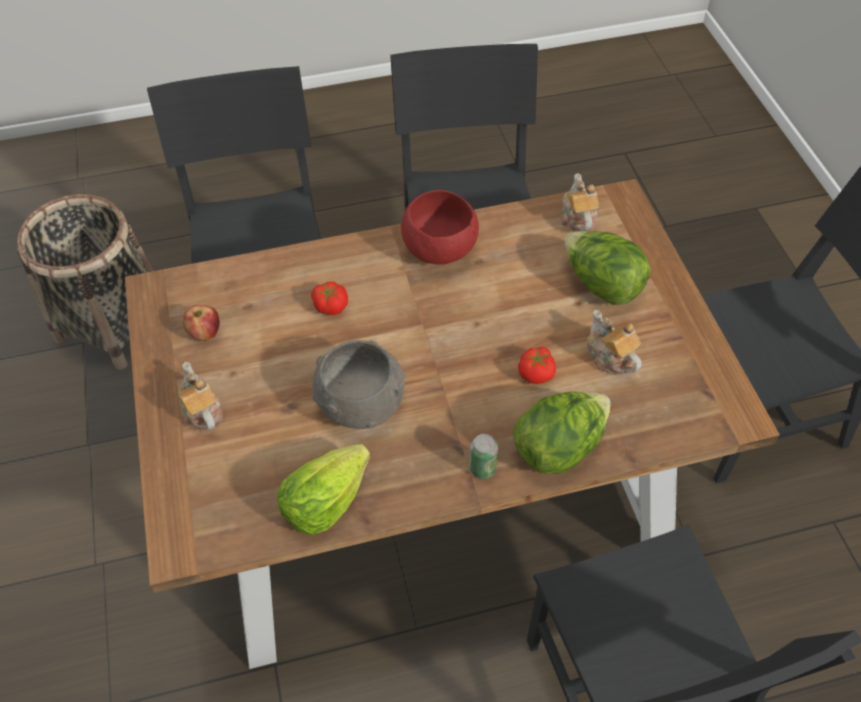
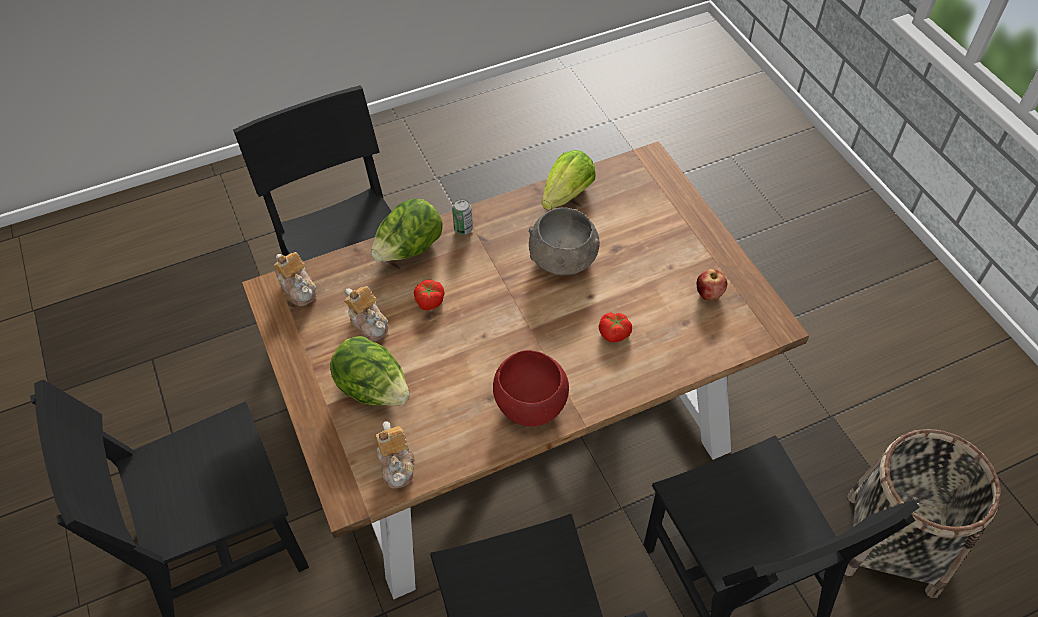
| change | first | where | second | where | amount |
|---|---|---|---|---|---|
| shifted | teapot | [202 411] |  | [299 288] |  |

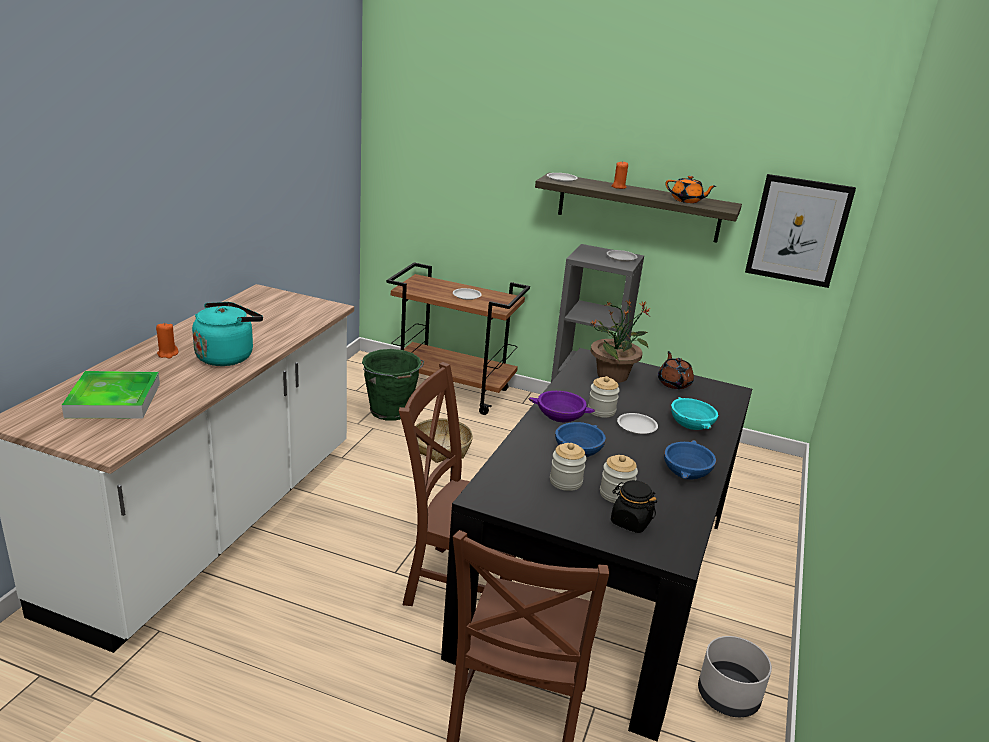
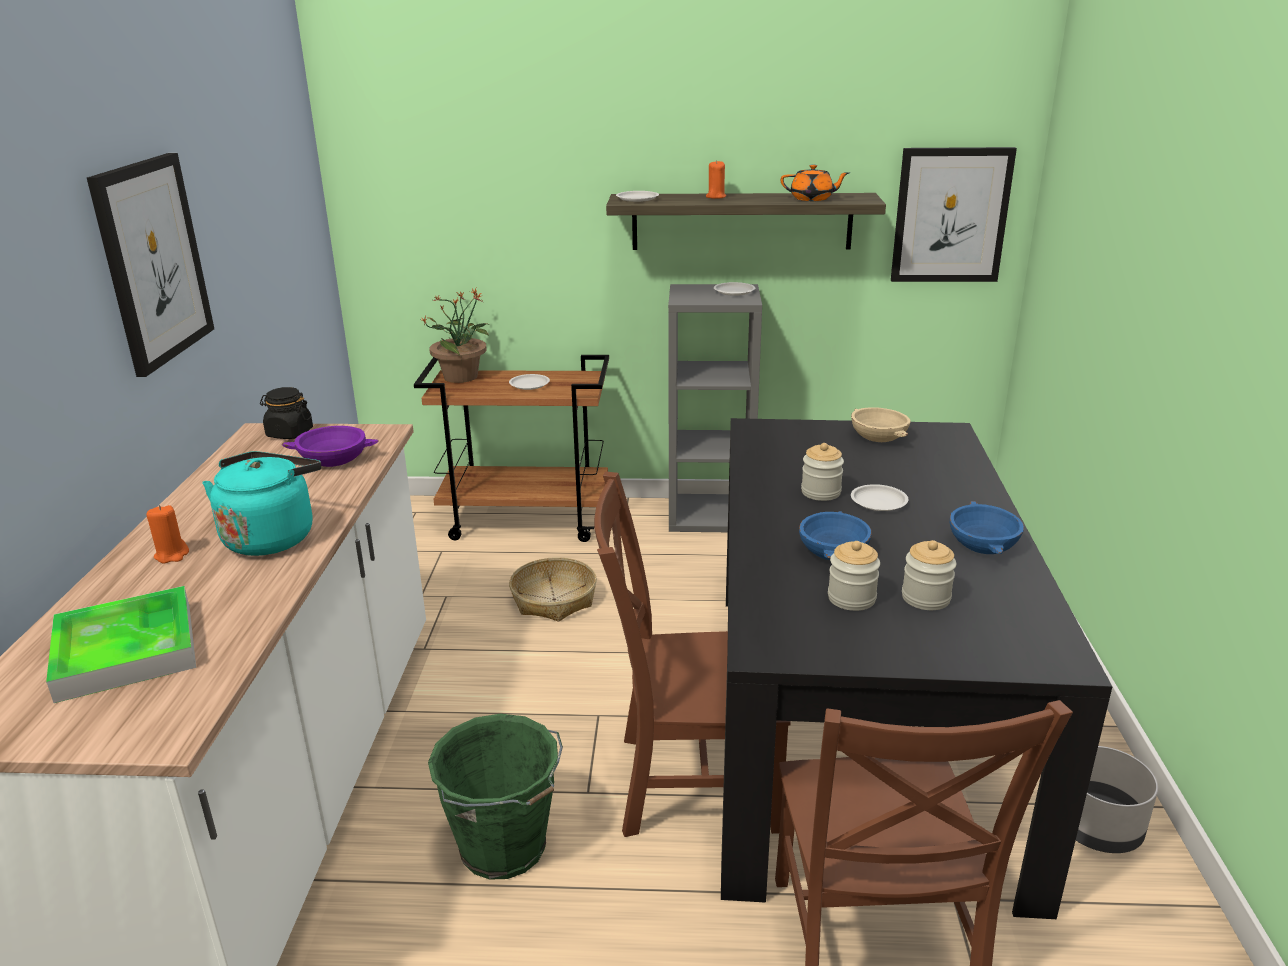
| change | first | where | second | where | amount |
|---|---|---|---|---|---|
| new |  |  | wall art | [152 261] |  |
| shifted | black preserve jar | [630 522] |  | [289 433] |  |
| shifted | purplish deep dish | [560 416] |  | [334 459] |  |
| shifted | houseplant | [613 375] |  | [462 376] |  |
| shifted | greenish bucket | [391 412] |  | [505 849] |  |
| swapped | brown-coloured teapot | [674 383] | beige-coloured deep dish | [877 436] |  |
| gone | turquoise-coloured deep dish | [690 423] |  |  |  |

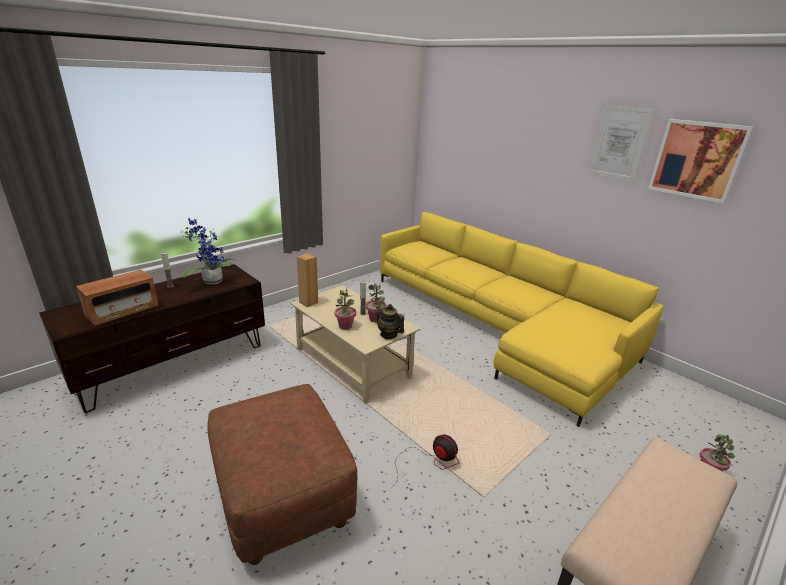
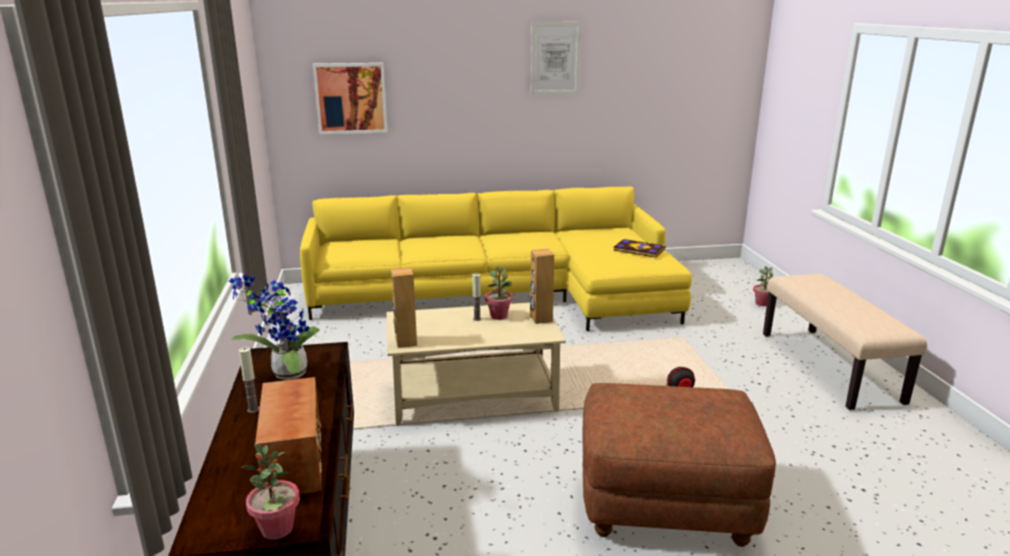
| change | first | where | second | where | amount |
|---|---|---|---|---|---|
| shifted | houseplant | [345 326] |  | [277 529] |  |
| shifted | wall art | [697 160] |  | [351 98] |  |
| swapped | teapot | [388 334] | brown-coloured audio speaker | [540 319] |  |
| new |  |  | book | [639 250] |  |

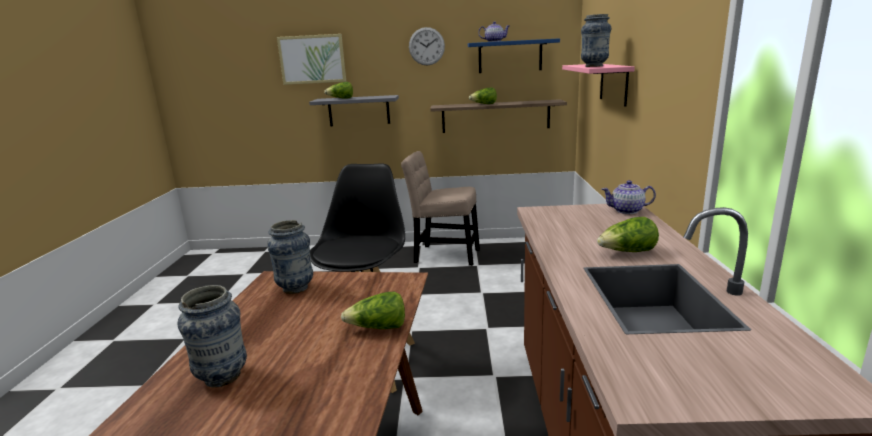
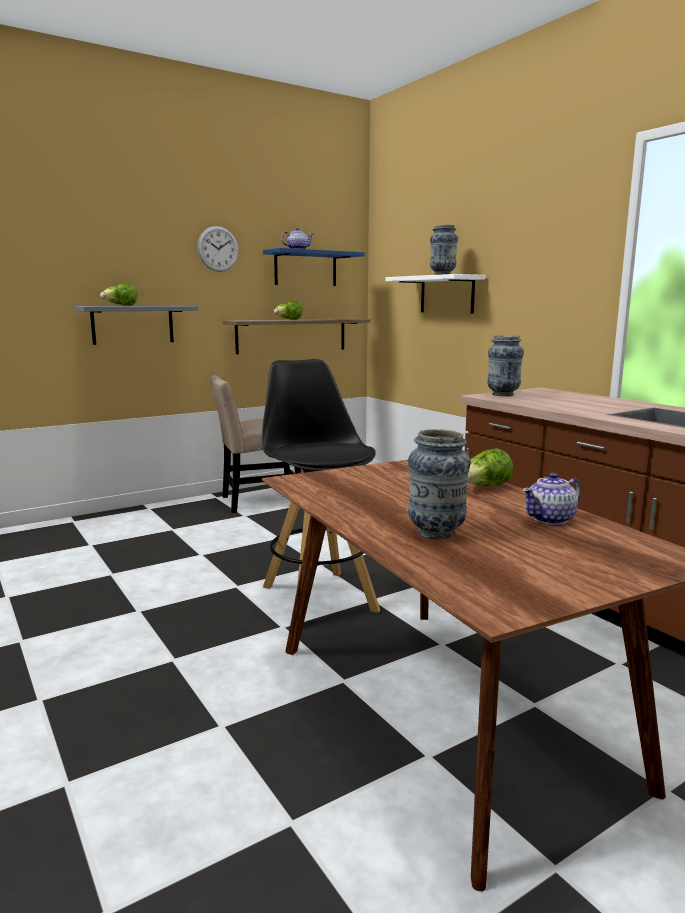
| change | first | where | second | where | amount |
|---|---|---|---|---|---|
| repainted | pink bracket shelf | [614 83] | white bracket shelf | [447 294] |  |
| shifted | decorative vase | [295 288] |  | [503 394] |  |
| shifted | teapot | [627 210] |  | [551 519] |  |
| gone | wall art | [312 59] |  |  |  |
| gone | lettuce | [627 252] |  |  |  |

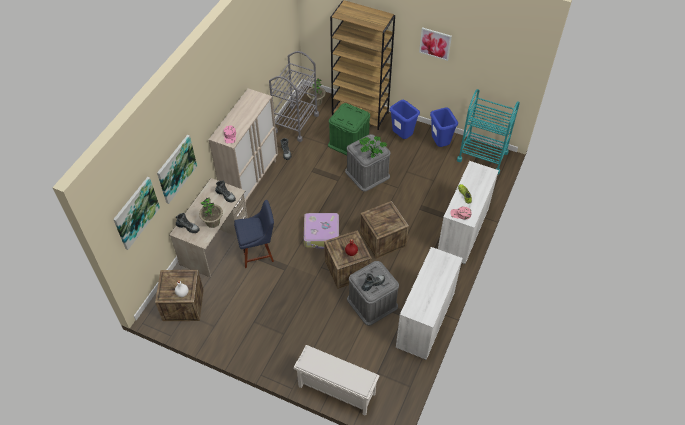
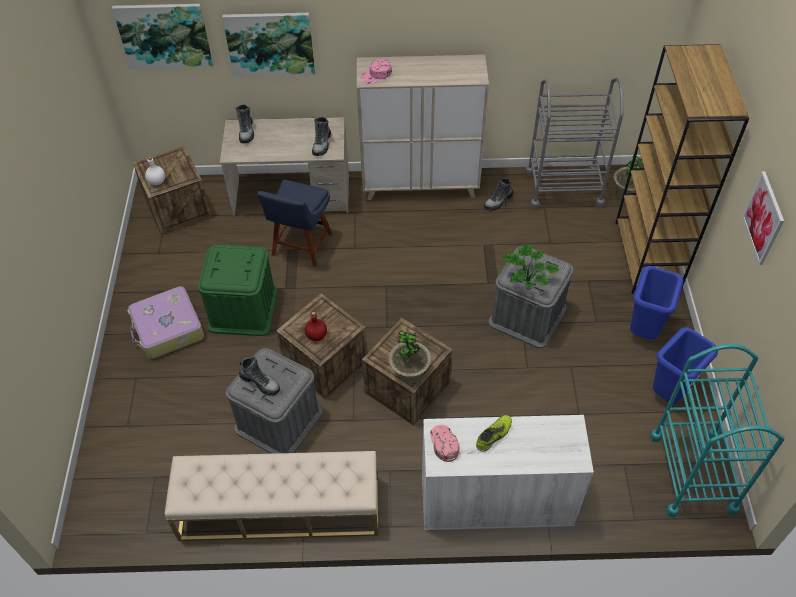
| change | first | where | second | where | amount |
|---|---|---|---|---|---|
| shifted | suitcase | [322 234] |  | [167 329] |  |
| swapped | white cupboard | [425 320] | beige-coloured bench | [279 509] |  |
| shifted | greenish storage box | [349 142] |  | [243 309] |  |
| rotated | bluish chair | [258 252] |  | [300 247] | 60 degrees clockwise |
| shifted | houseplant | [213 222] |  | [409 373] |  |
| gone | white shoe shelf | [336 390] |  |  |  |

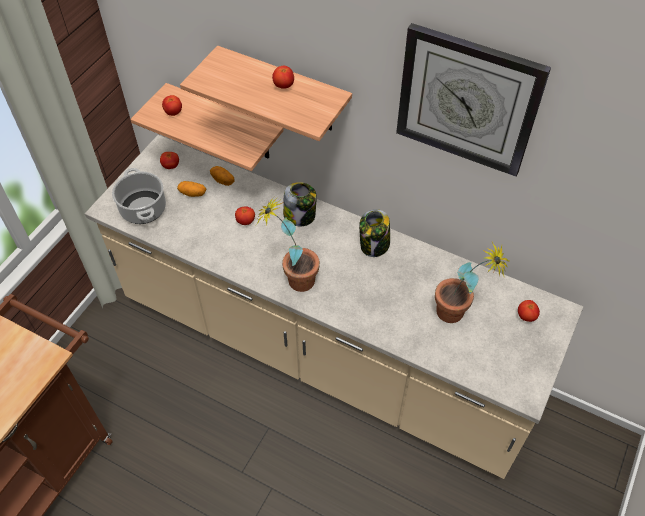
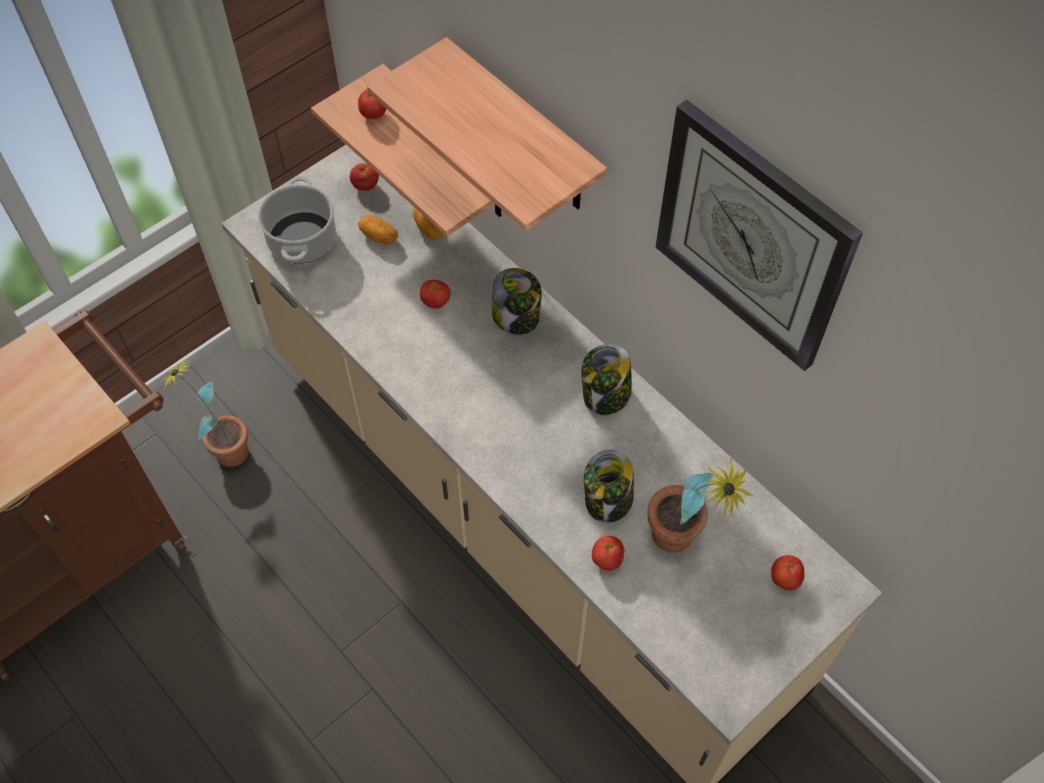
| change | first | where | second | where | amount |
|---|---|---|---|---|---|
| shifted | houseplant | [293 279] |  | [224 447] |  |
| new |  |  | preserve jar | [608 500] |  |
| shifted | fresh tomato | [283 86] |  | [607 559] |  |

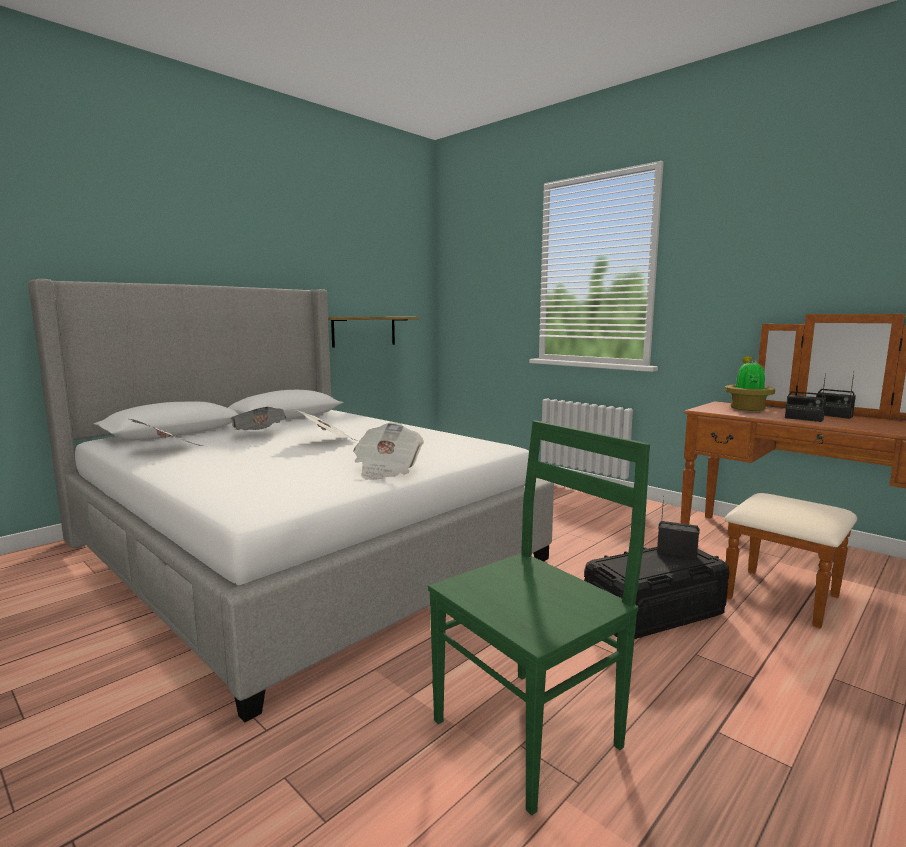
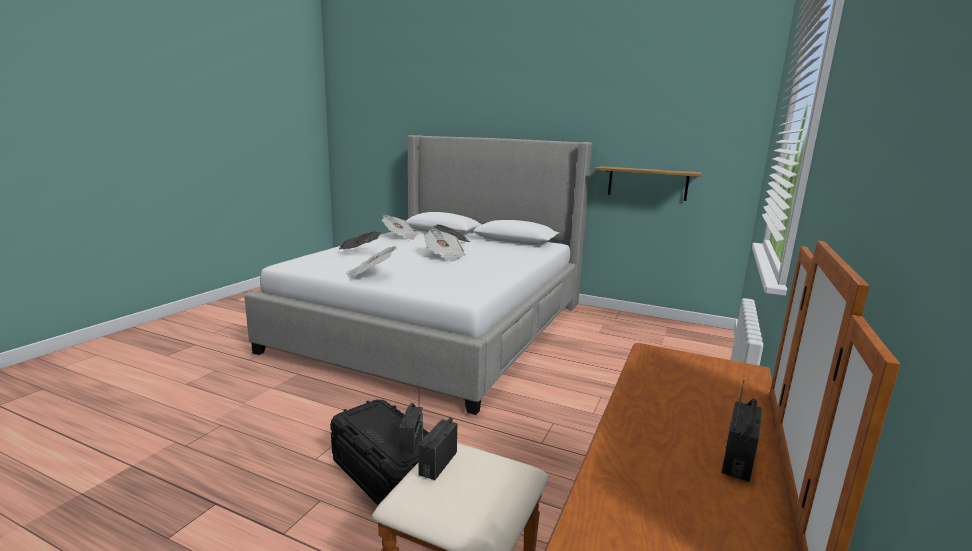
| change | first | where | second | where | amount |
|---|---|---|---|---|---|
| new |  |  | daily paper | [360 252] |  |
| shifted | radio | [803 419] |  | [438 463] |  |
| gone | greenish chair | [530 731] |  |  |  |
| gone | houseplant | [747 409] |  |  |  |

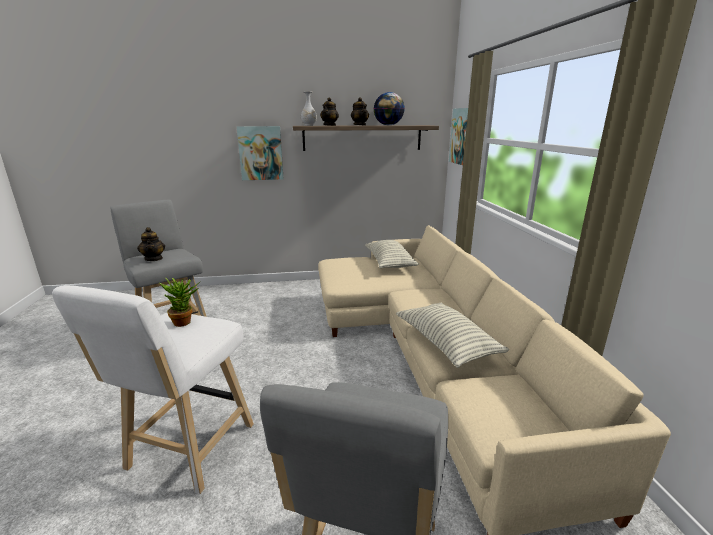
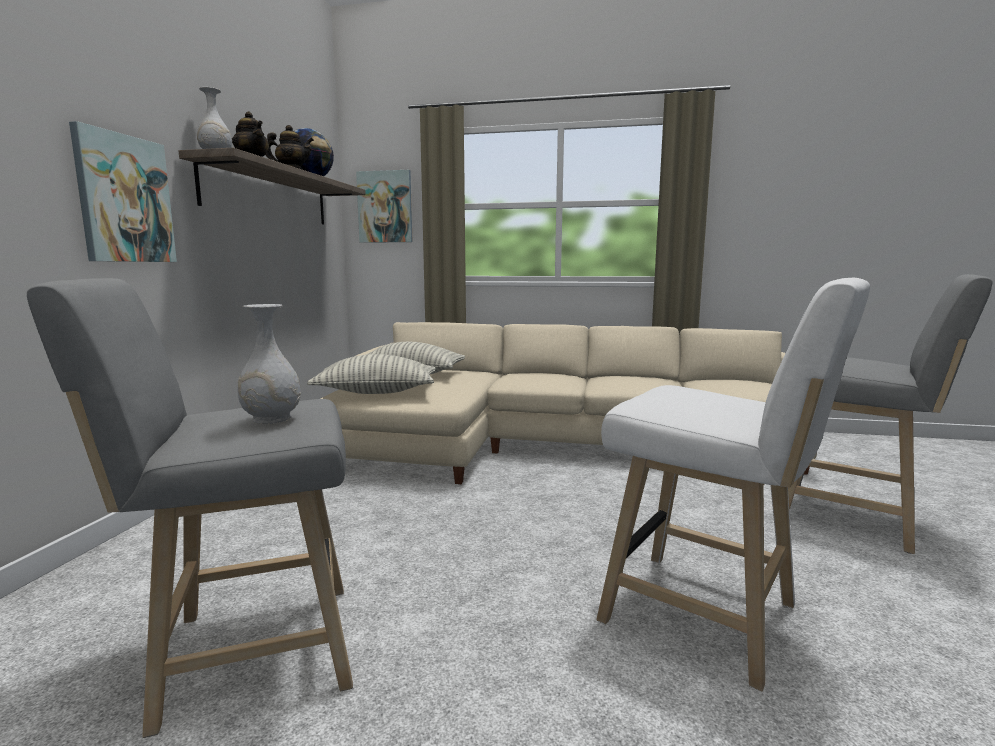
| change | first | where | second | where | amount |
|---|---|---|---|---|---|
| swapped | teapot | [154 258] | white decorative vase | [271 419] |  |
| shifted | cushion | [446 344] |  | [376 392] |  |
| gone | houseplant | [186 322] |  |  |  |

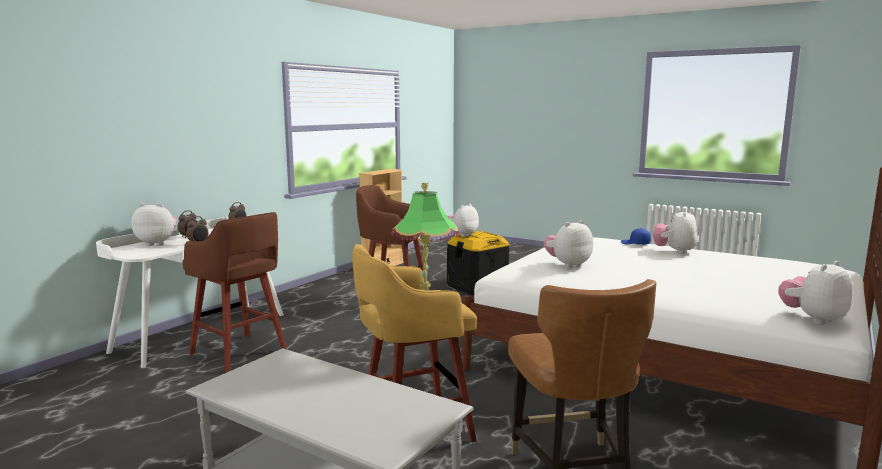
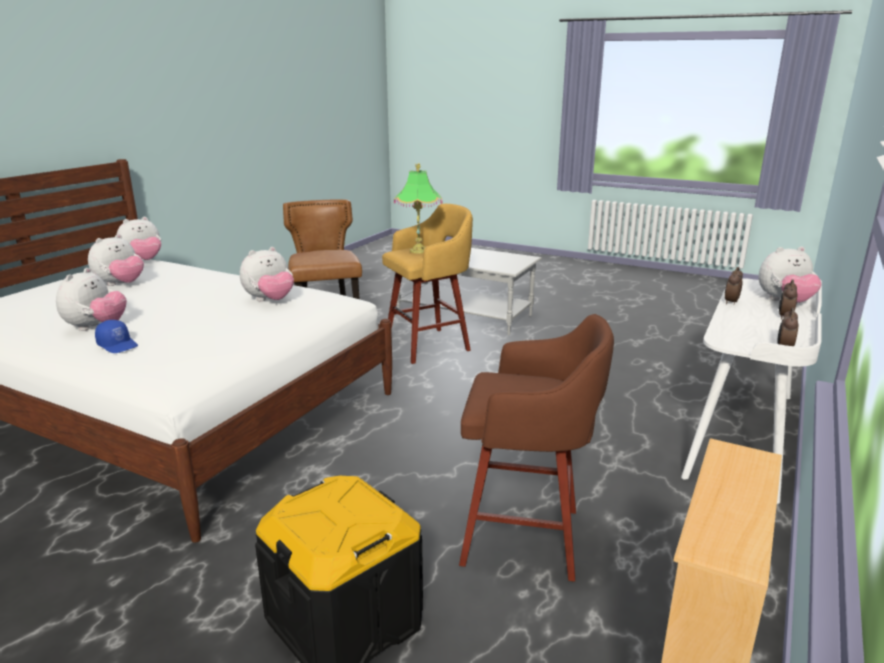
| change | first | where | second | where | amount |
|---|---|---|---|---|---|
| shifted | soft toy | [462 235] |  | [121 284] |  |
| gone | brown-coloured sitting stool | [240 353] |  |  |  |

